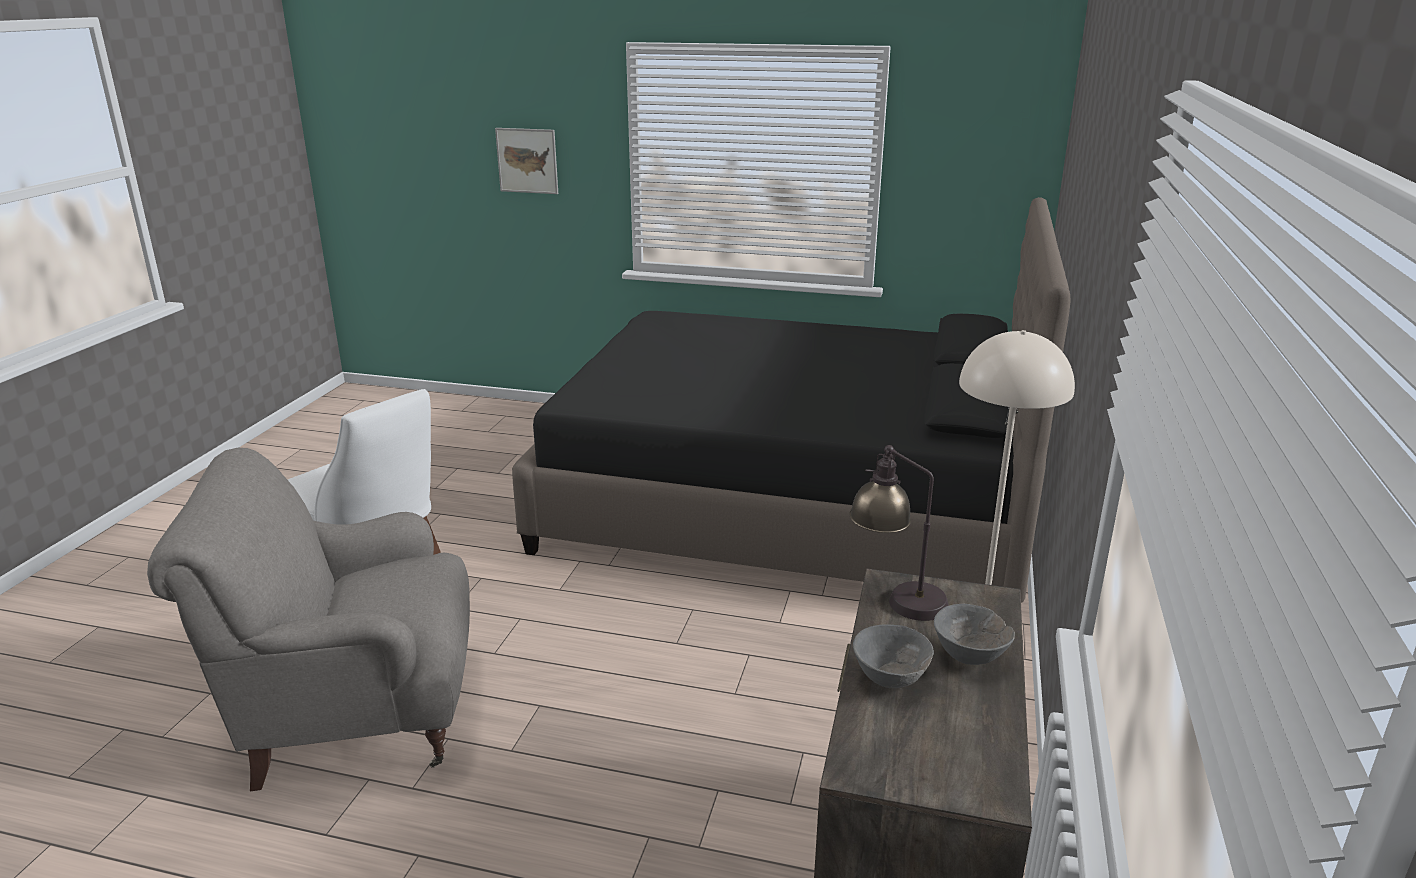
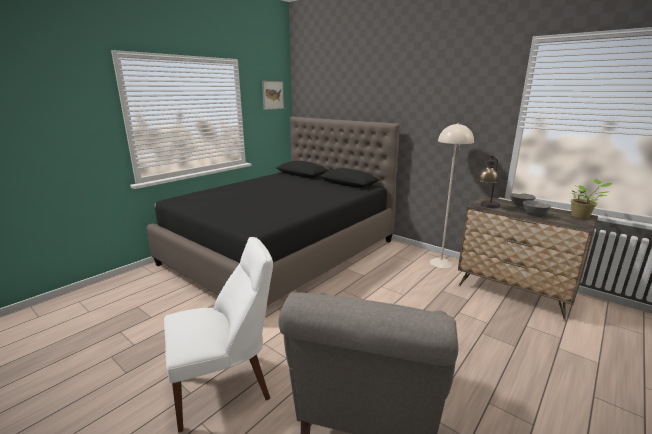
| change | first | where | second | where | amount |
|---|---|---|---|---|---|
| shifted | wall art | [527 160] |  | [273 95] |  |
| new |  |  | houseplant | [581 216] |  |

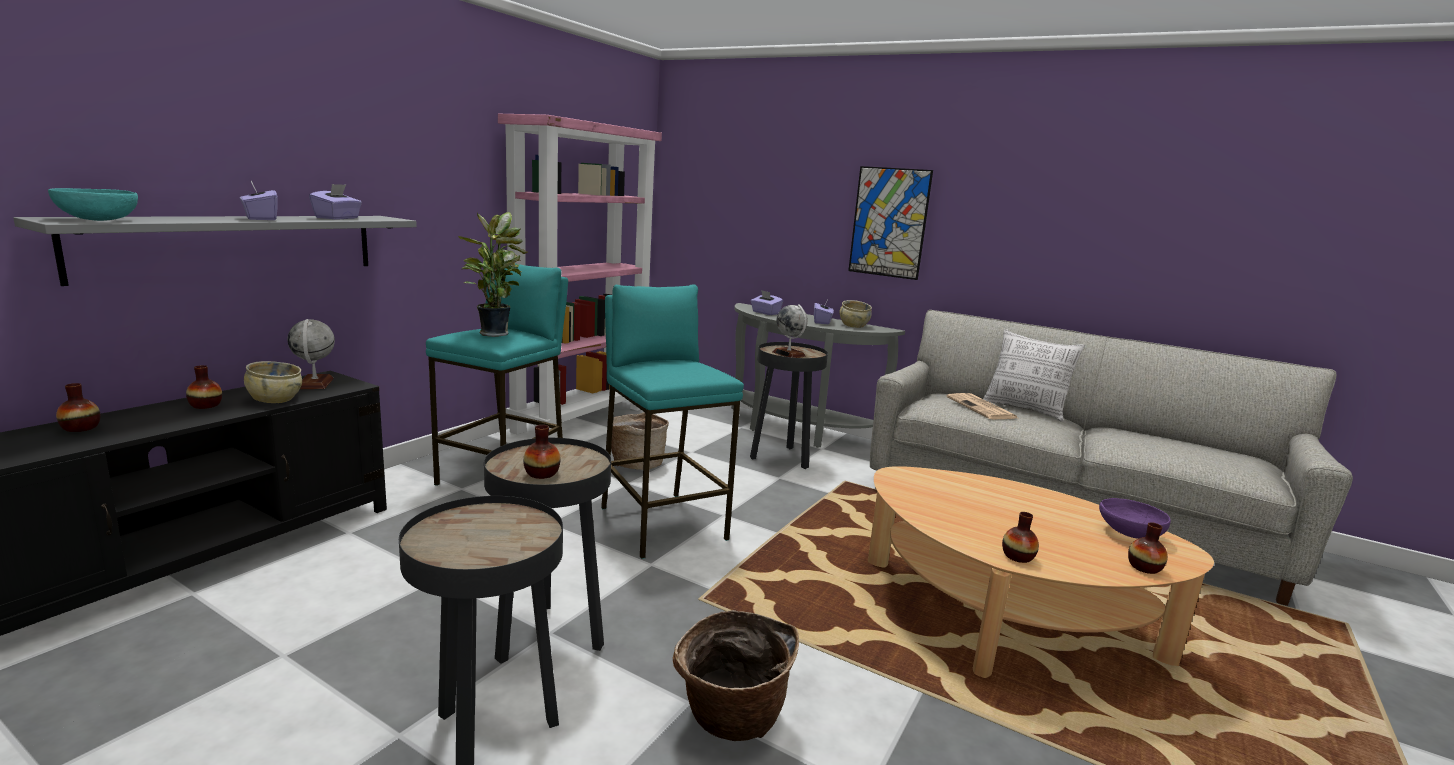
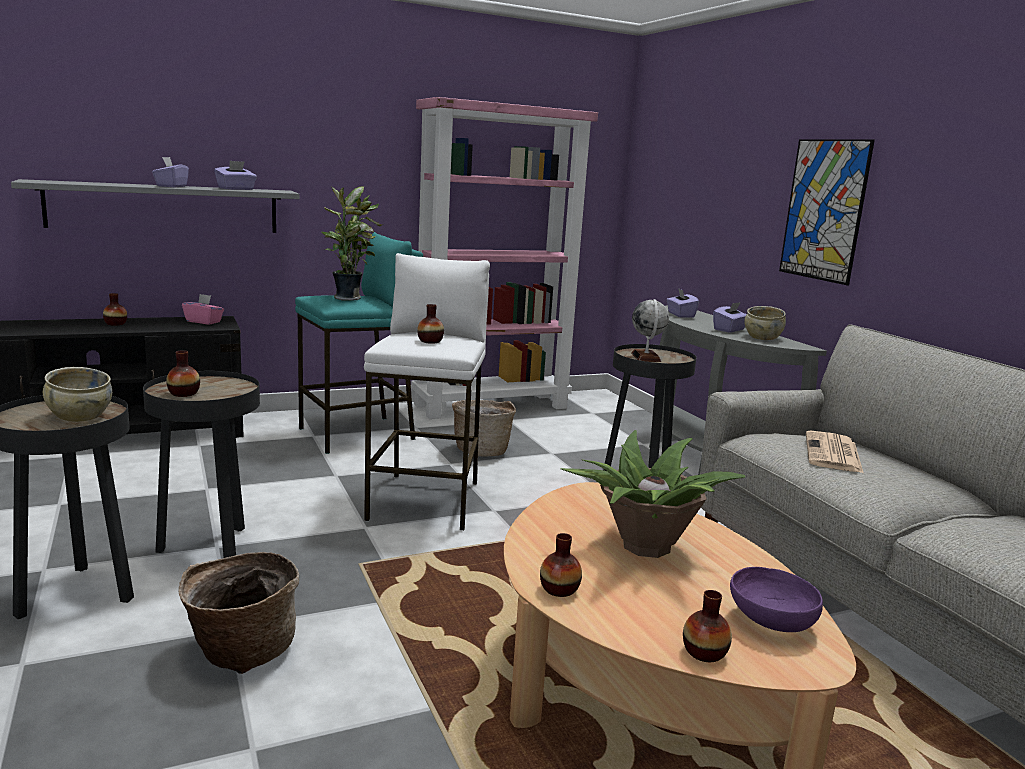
| change | first | where | second | where | amount |
|---|---|---|---|---|---|
| shifted | beige-coloured deep dish | [275 399] |  | [79 416] |  |
| swapped | desk globe | [315 383] | pink tissue holder | [204 321] |  |
| repainted | turquoise-coloured sitting stool | [662 523] | white sitting stool | [426 501] |  |
| shifted | decorative vase | [81 428] |  | [430 341] |  |
| new |  |  | houseplant | [645 547] |  |
| gone | turquoise-coloured deep dish | [98 220] |  |  |  |
| gone | cushion | [1025 410] |  |  |  |

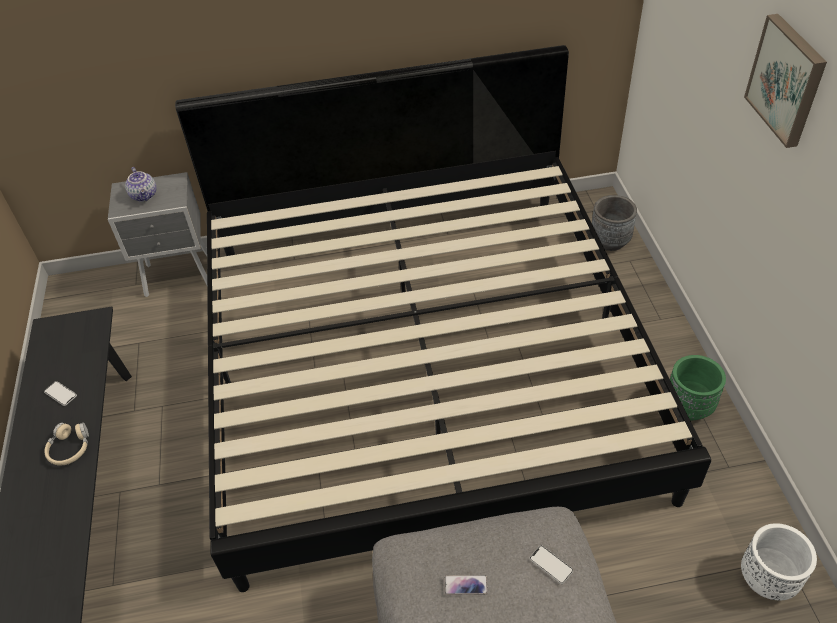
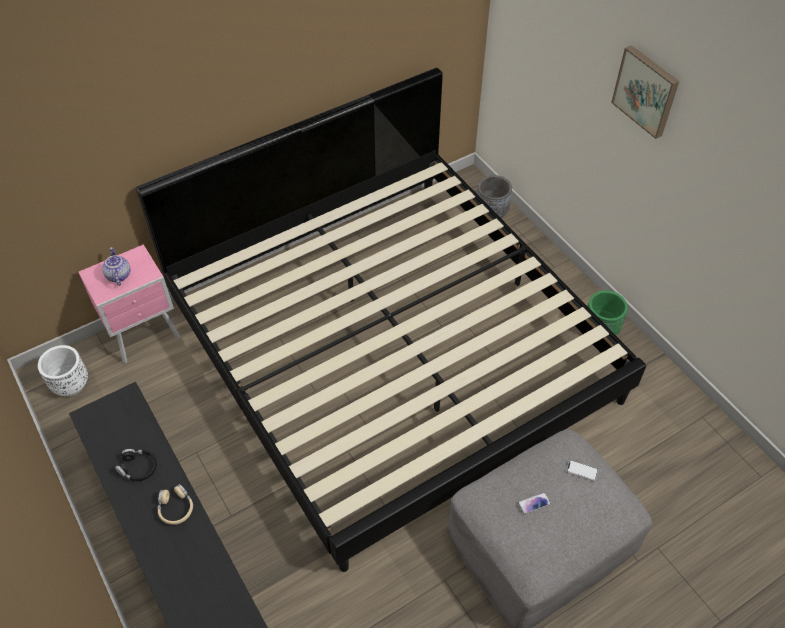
| change | first | where | second | where | amount |
|---|---|---|---|---|---|
| shifted | white flower pot | [767 578] |  | [71 384] |  |
| repainted | gray nightstand | [180 276] | pink nightstand | [146 336] |  |
| rotated | teapot | [145 195] |  | [118 275] | 150 degrees counterclockwise |
| swapped | phone | [60 394] | black pair of headphones | [138 468] |  |

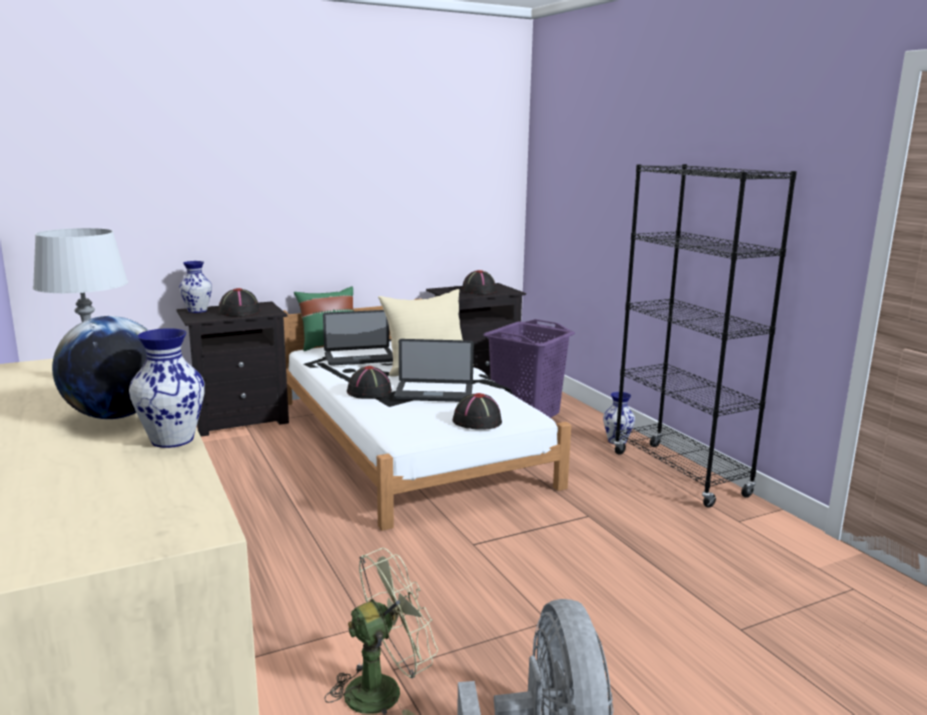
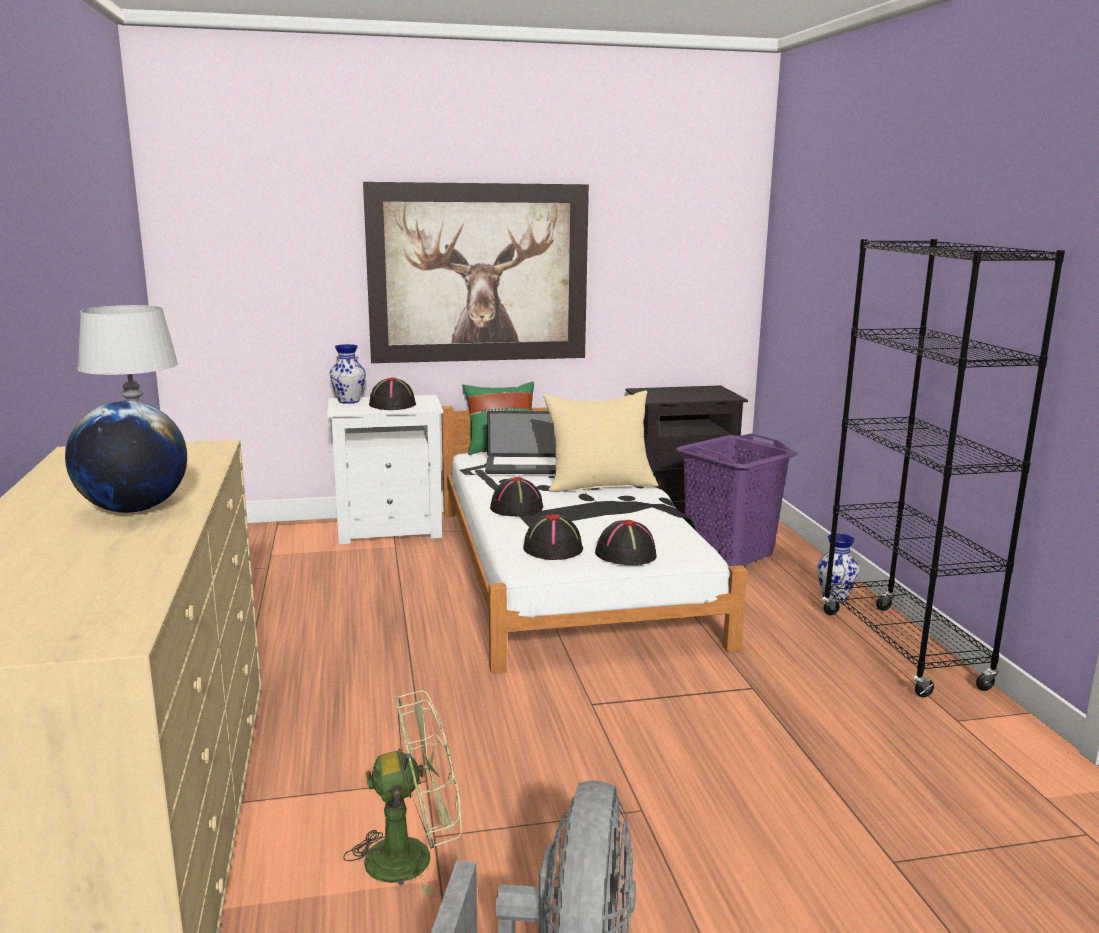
| change | first | where | second | where | amount |
|---|---|---|---|---|---|
| repainted | black nightstand | [239 419] | white nightstand | [390 529] |  |
| new |  |  | wall art | [478 273] |  |
| shifted | black wearable hat | [478 290] |  | [553 548] |  |
| gone | decorative vase | [171 440] |  |  |  |
| gone | notebook computer | [434 393] |  |  |  |

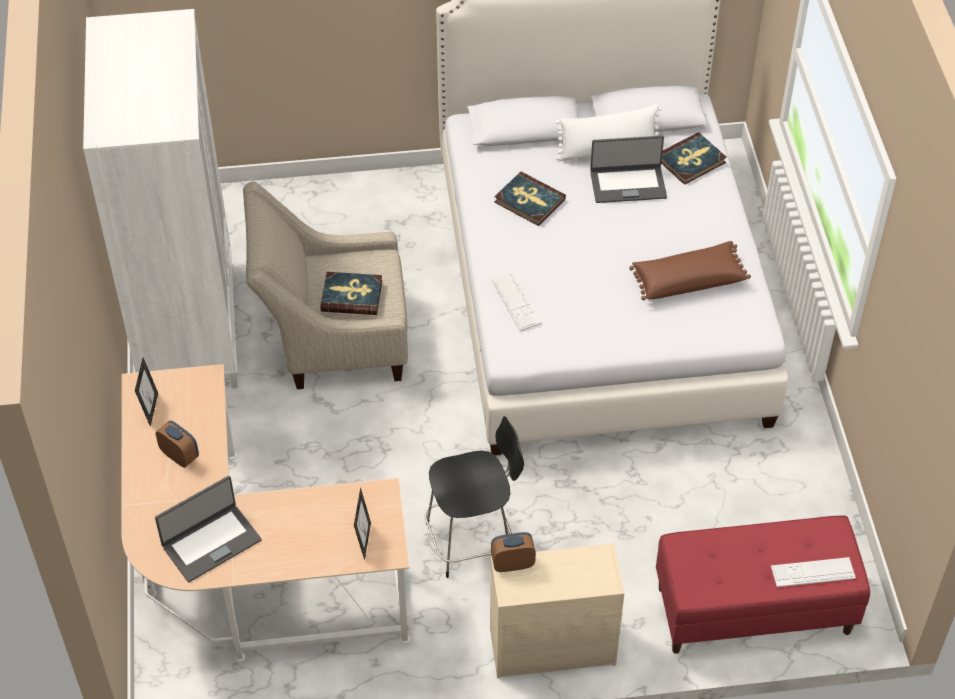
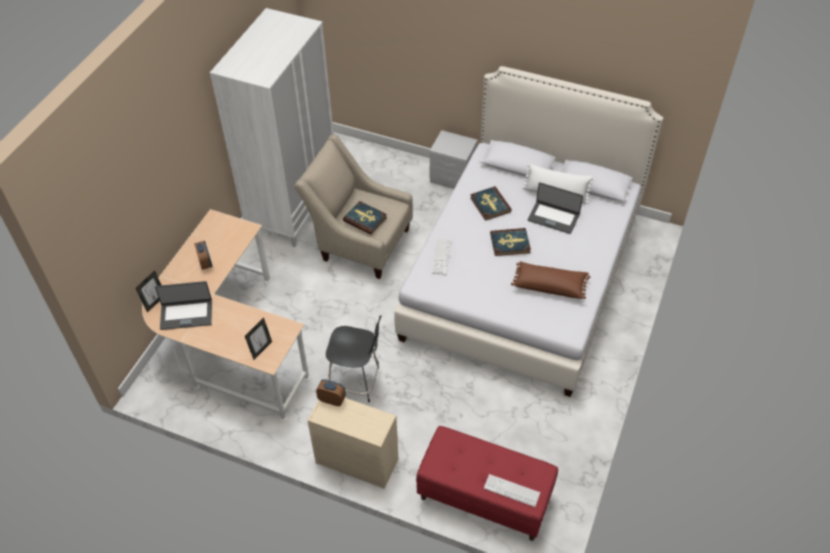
| change | first | where | second | where | amount |
|---|---|---|---|---|---|
| shifted | picture frame | [150 409] |  | [155 302] |  |
| new |  |  | gray nightstand | [452 177] |  |
| shifted | book | [691 161] |  | [510 243] |  |

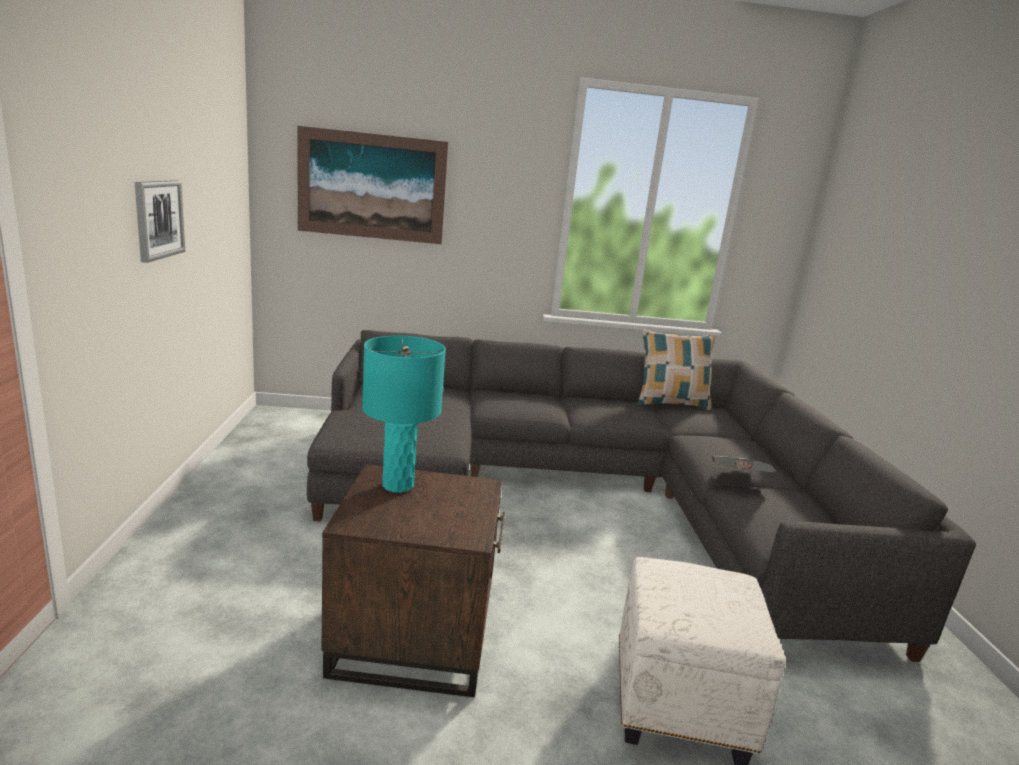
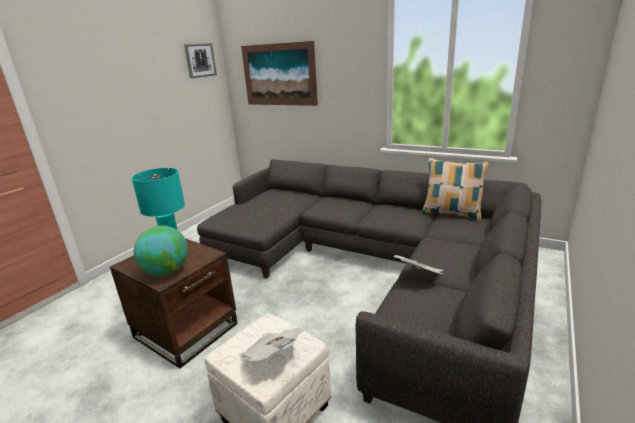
| change | first | where | second | where | amount |
|---|---|---|---|---|---|
| new |  |  | desk globe | [166 272] |  |
| shifted | wall art | [158 219] |  | [200 60] |  |
| new |  |  | daily paper | [273 356] |  |

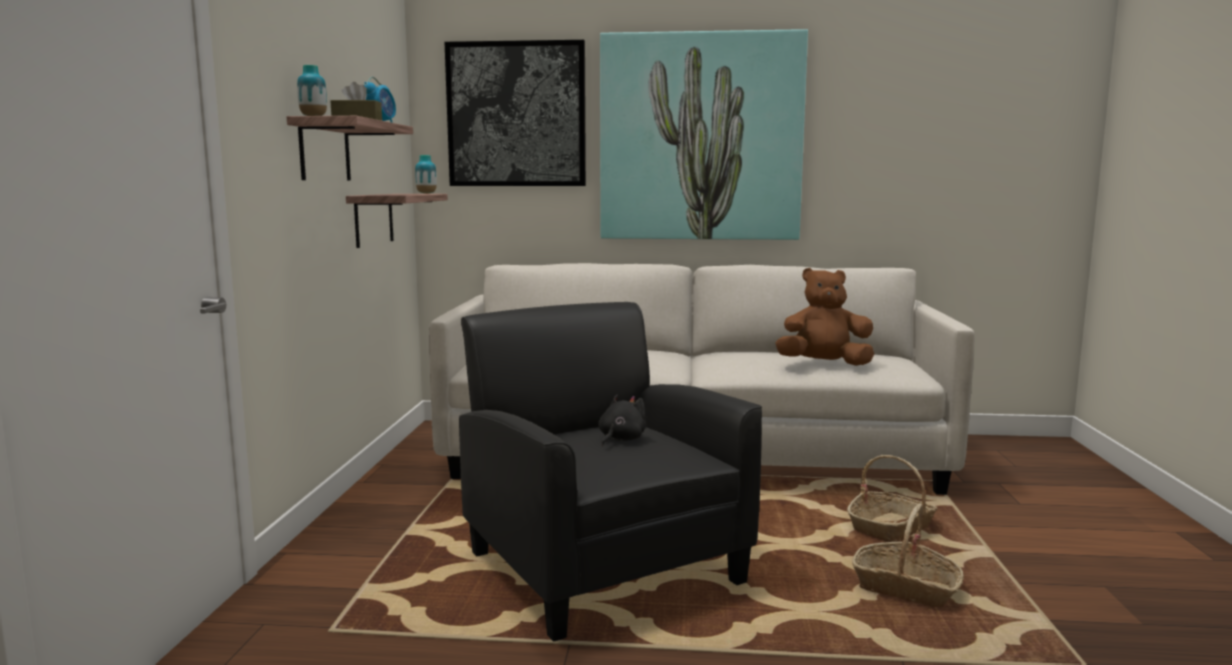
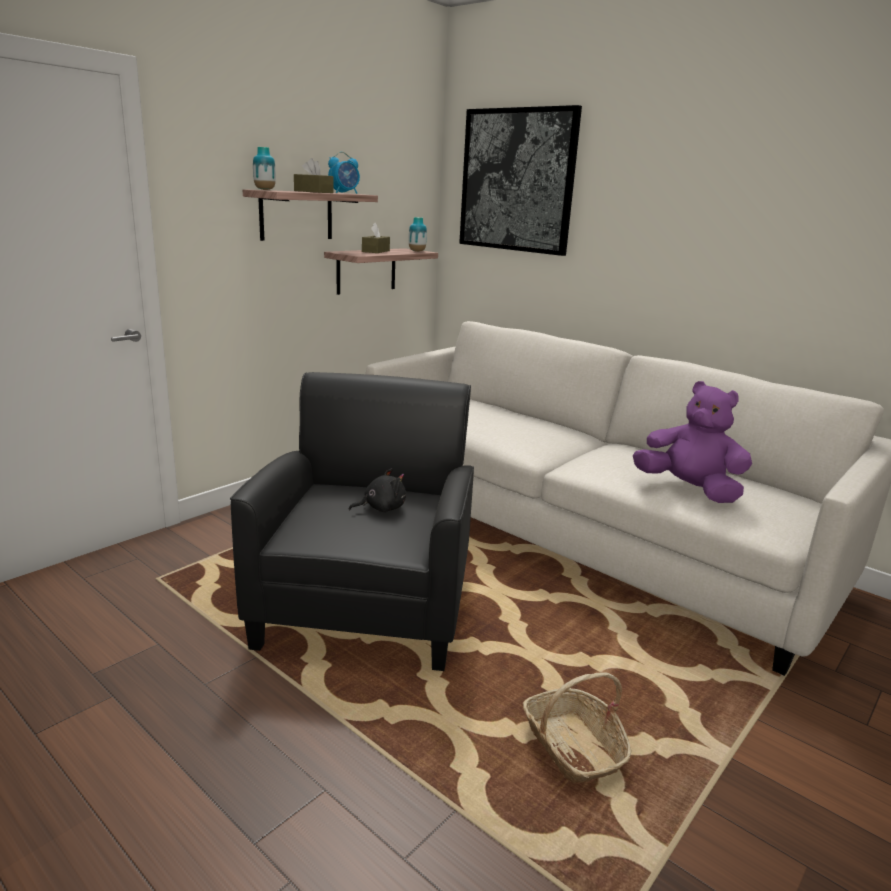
| change | first | where | second | where | amount |
|---|---|---|---|---|---|
| new |  |  | brown-coloured tissue holder | [376 251] |  |
| repainted | brown-coloured soft toy | [823 364] | purplish soft toy | [689 489] |  |
| gone | wall art | [700 138] |  |  |  |
| gone | basket | [891 528] |  |  |  |

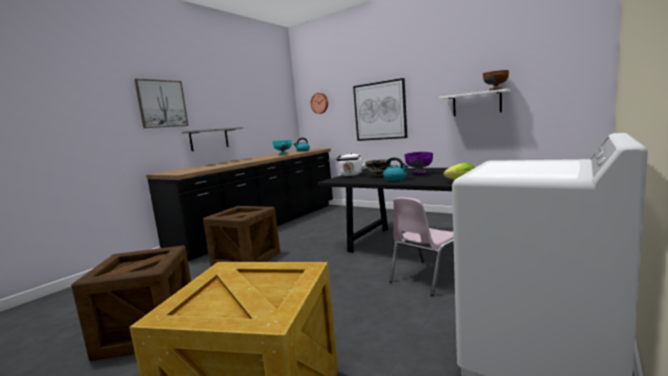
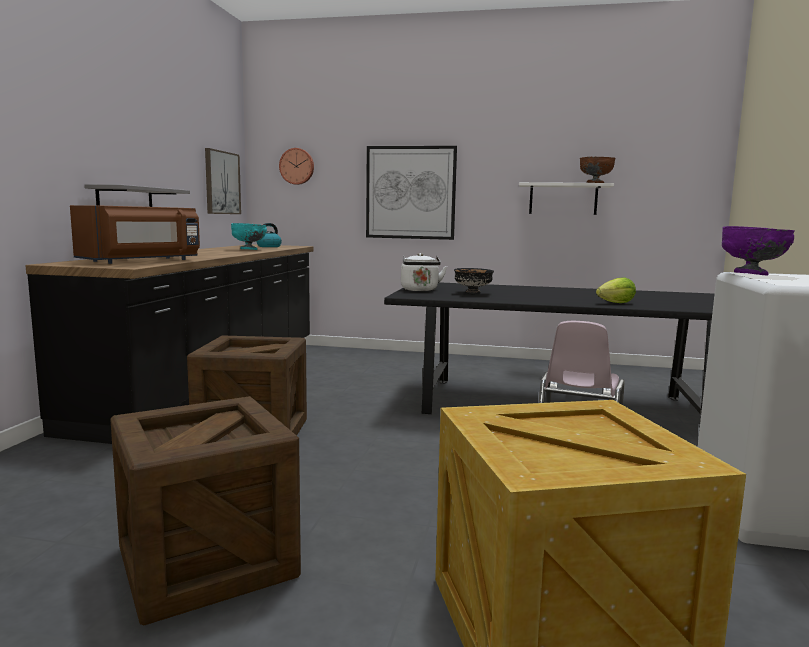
| change | first | where | second | where | amount |
|---|---|---|---|---|---|
| new |  |  | brown-coloured microwave | [143 261] |  |
| shifted | wall art | [162 104] |  | [222 183] |  |
| shifted | purplish deep dish | [419 173] |  | [751 274] |  |
| gone | tea kettle | [395 179] |  |  |  |

